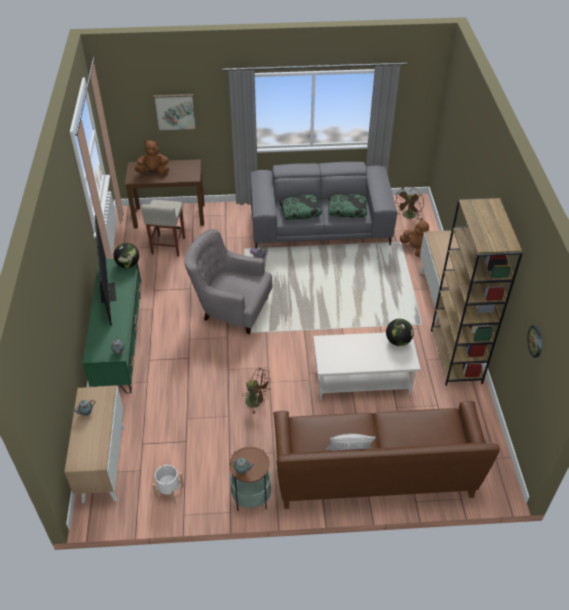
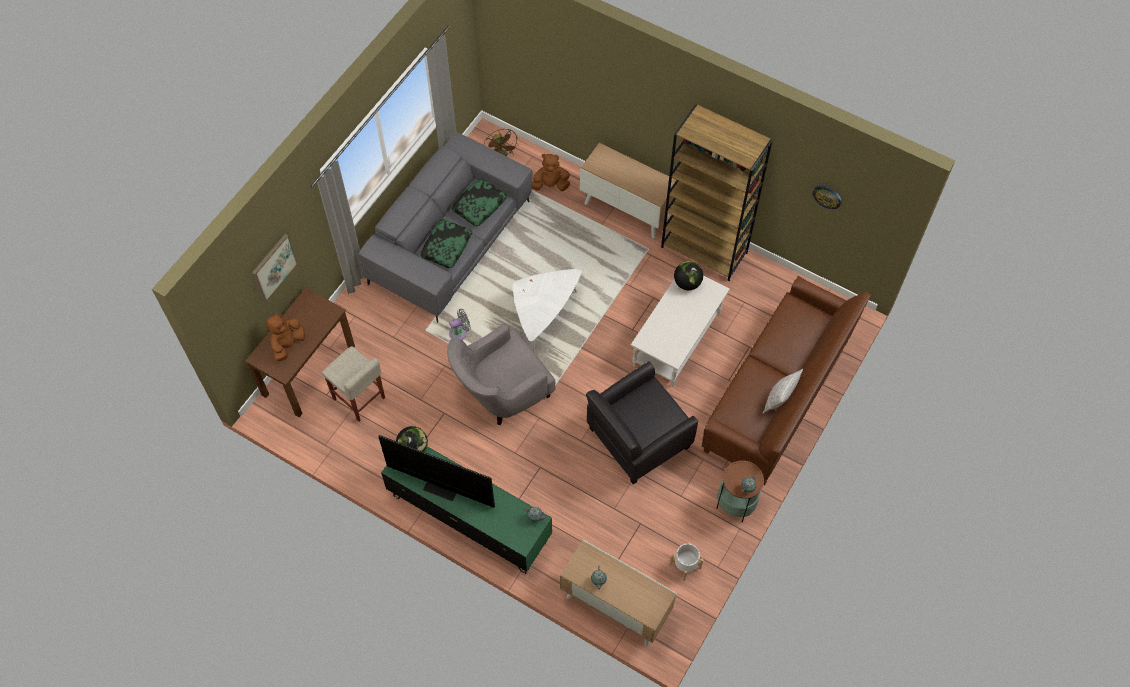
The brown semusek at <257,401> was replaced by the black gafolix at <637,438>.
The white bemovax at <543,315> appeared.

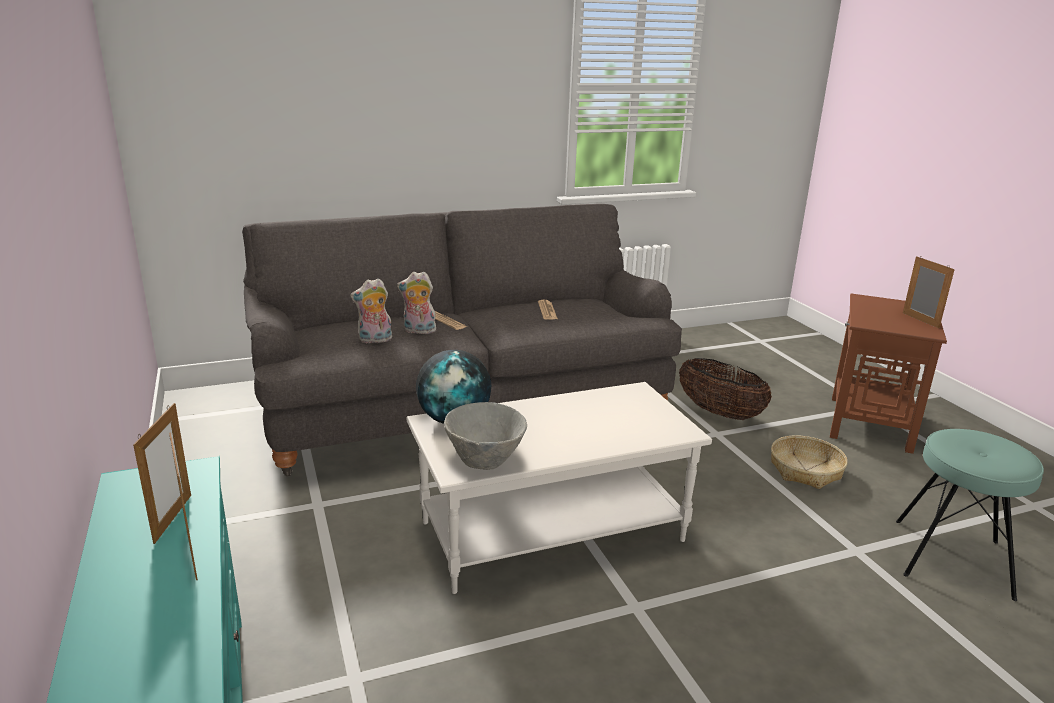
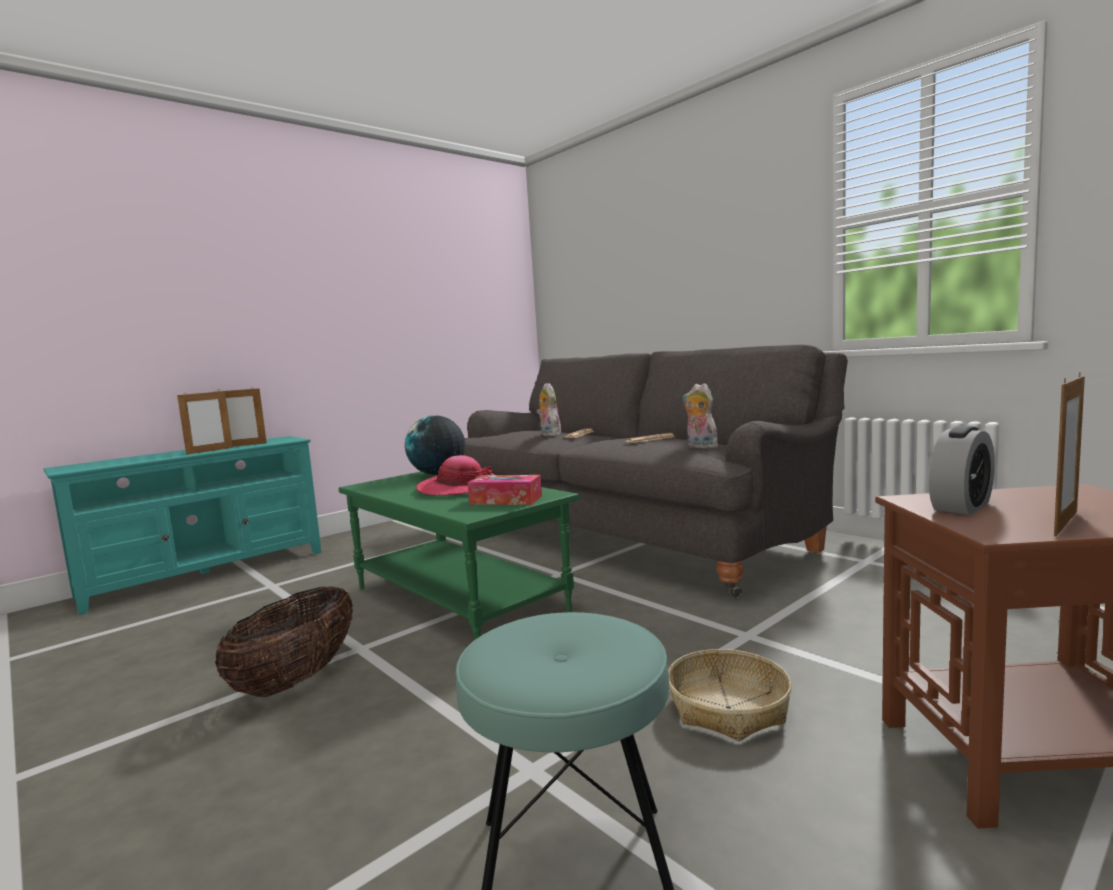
The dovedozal moved from <374,340> to <700,447>.
The white bemovax at <552,530> became the green bemovax at <460,599>.
The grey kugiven at <485,462> disappeared.
The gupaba moved from <719,413> to <297,679>.
The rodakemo at <459,488> appeared.
The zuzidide at <506,500> appeared.
The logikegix at <961,506> appeared.

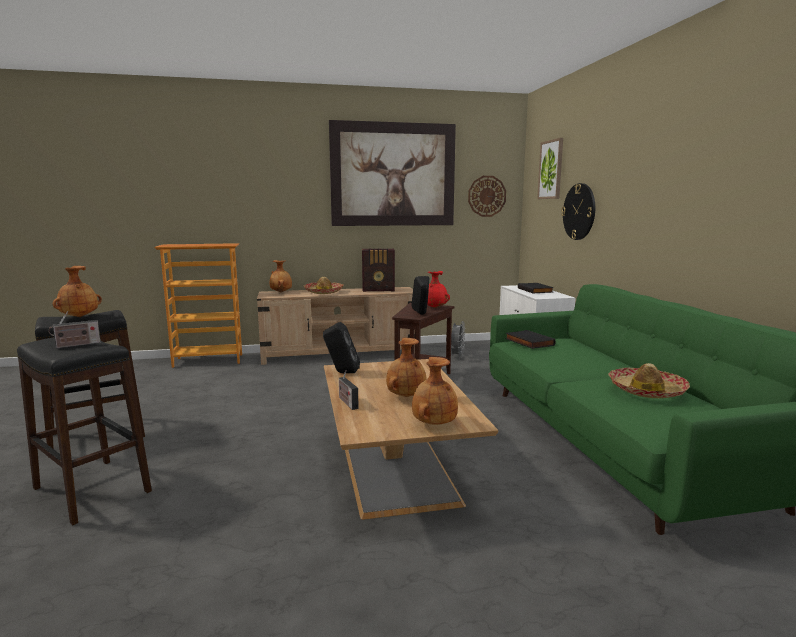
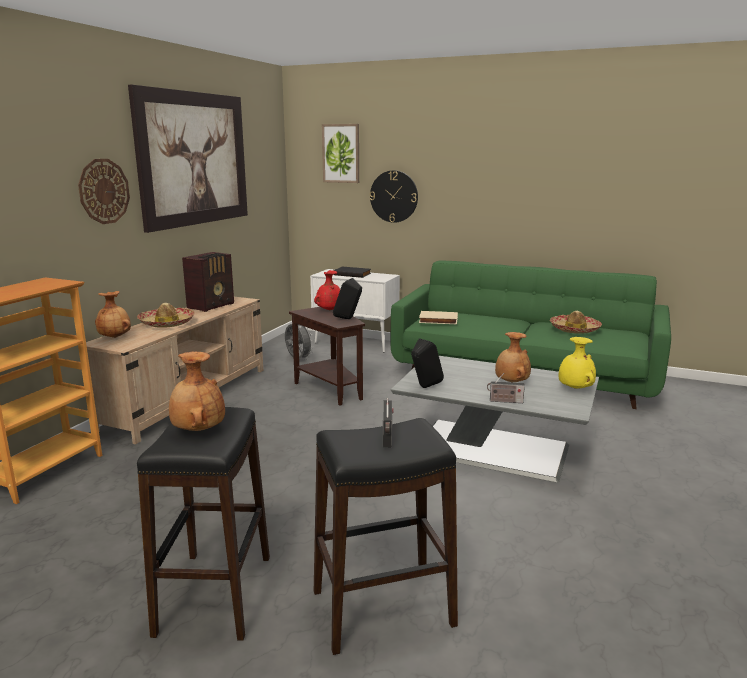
The brown bemovax at <397,469> became the grey bemovax at <494,449>.
The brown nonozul at <433,424> became the yellow nonozul at <575,388>.
The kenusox moved from <486,196> to <104,191>.
The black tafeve at <528,342> became the beige tafeve at <438,320>.

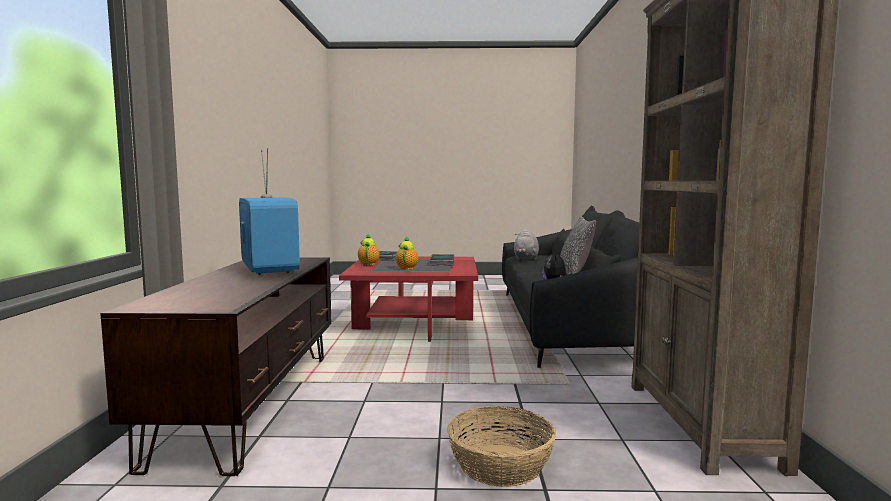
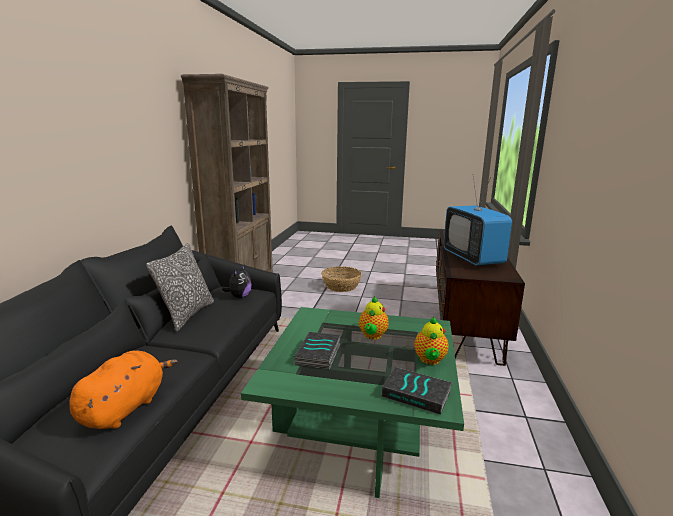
The red bemovax at <414,325> became the green bemovax at <360,426>.
The grey dovedozal at <526,258> became the orange dovedozal at <125,408>.

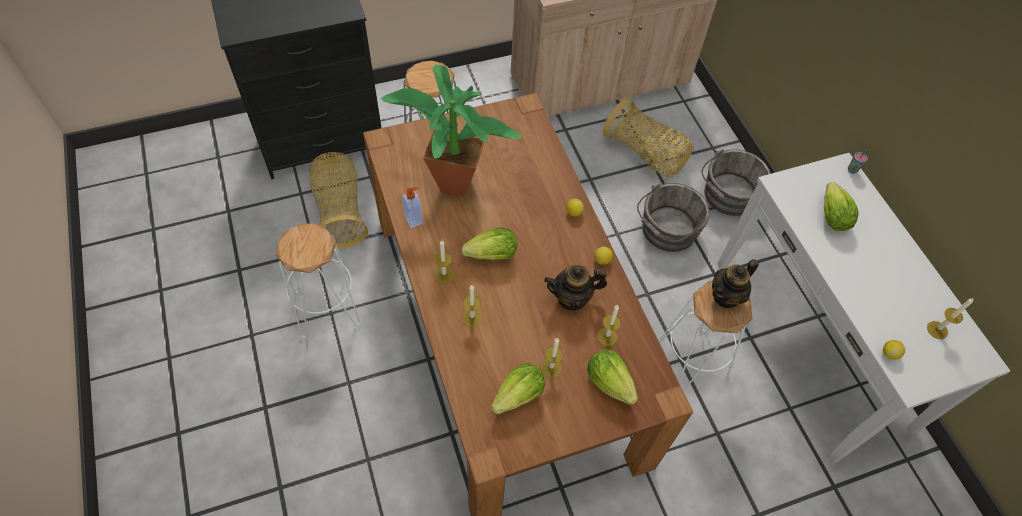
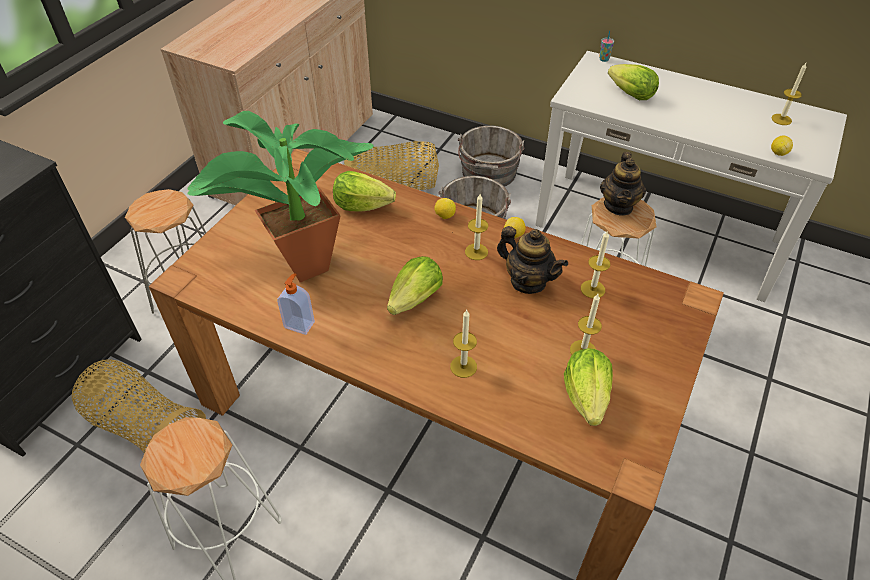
The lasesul moved from <444,275> to <476,252>.
The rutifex at <572,298> turned 90 degrees counterclockwise.
The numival moved from <610,382> to <362,205>.

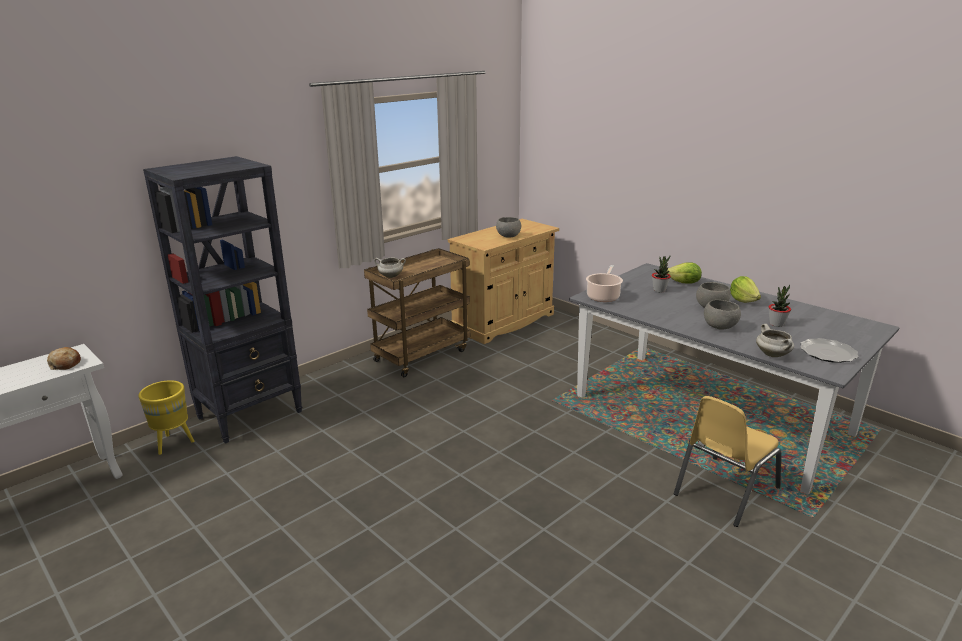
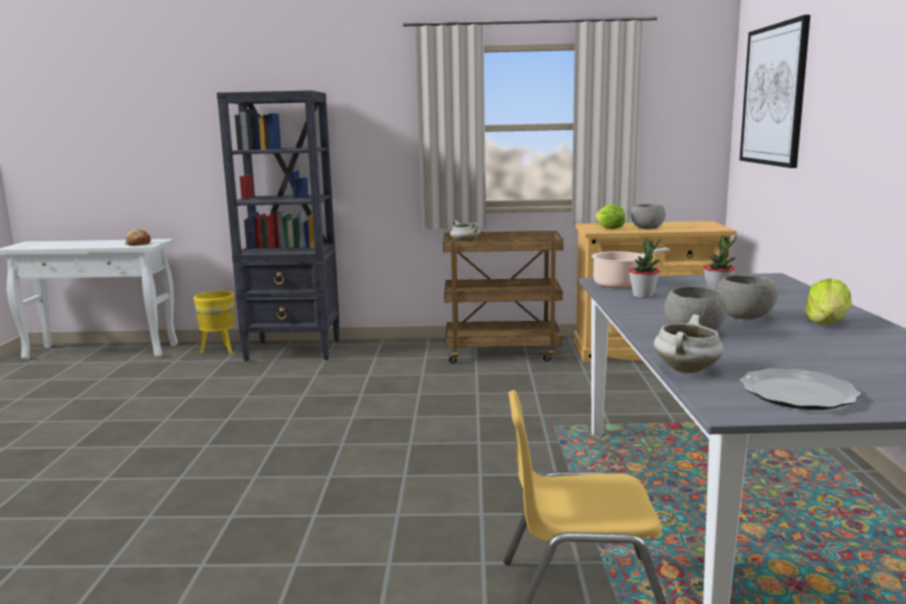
The numival moved from <684,283> to <609,229>.
The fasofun moved from <776,324> to <643,295>.
The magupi at <773,95> appeared.

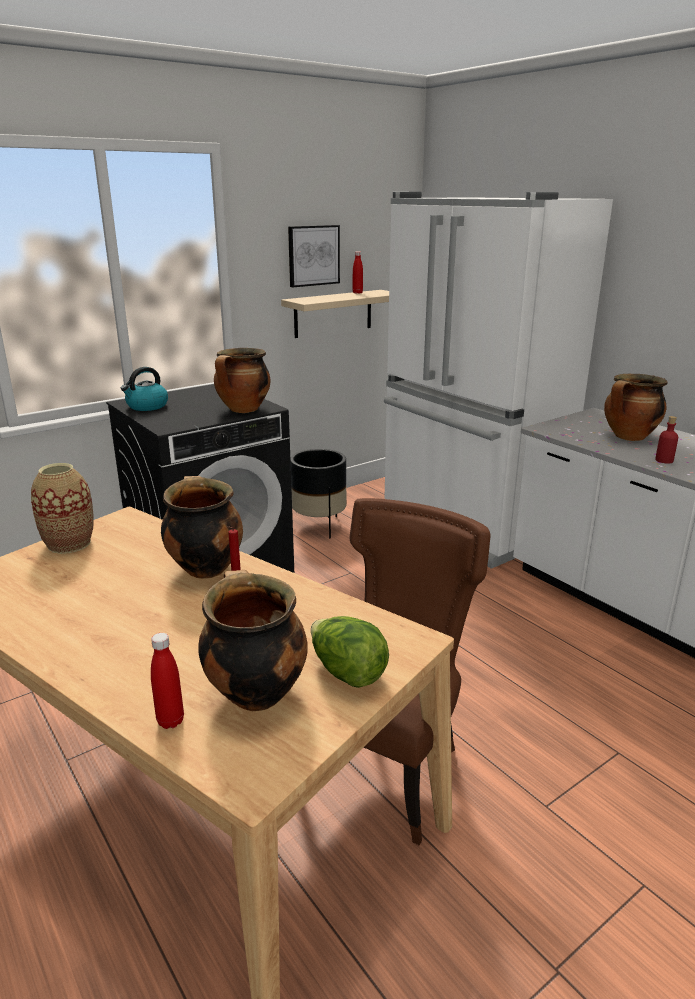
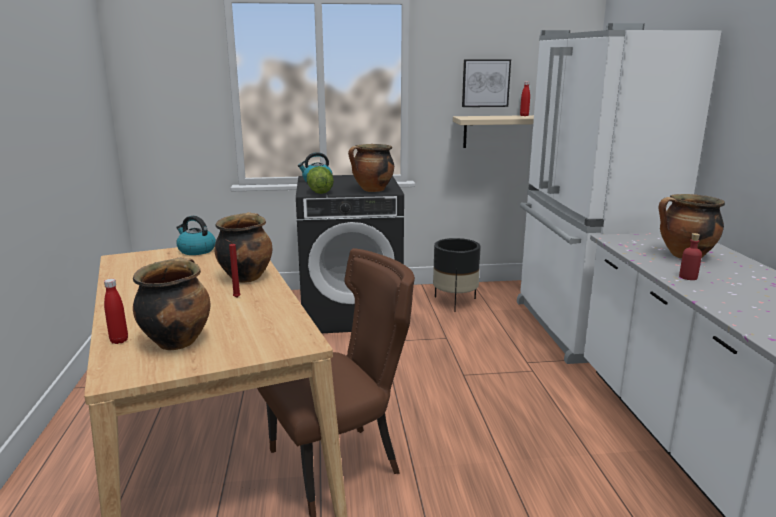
The nonozul at <69,544> was replaced by the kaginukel at <196,250>.
The numival moved from <347,673> to <320,192>.

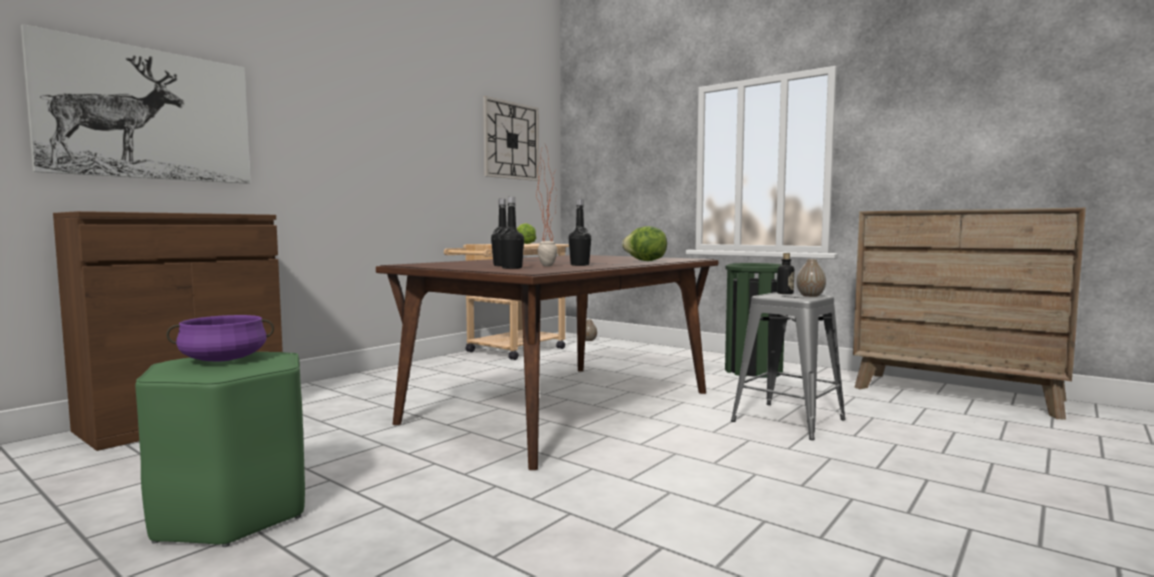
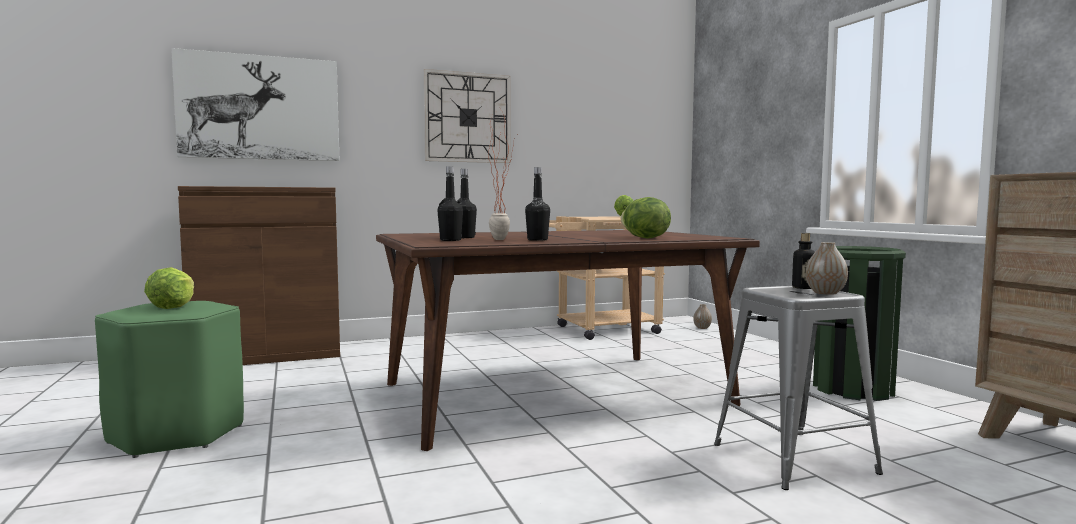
The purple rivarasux at <223,360> was replaced by the numival at <173,306>.
The kenusox moved from <511,140> to <467,117>.

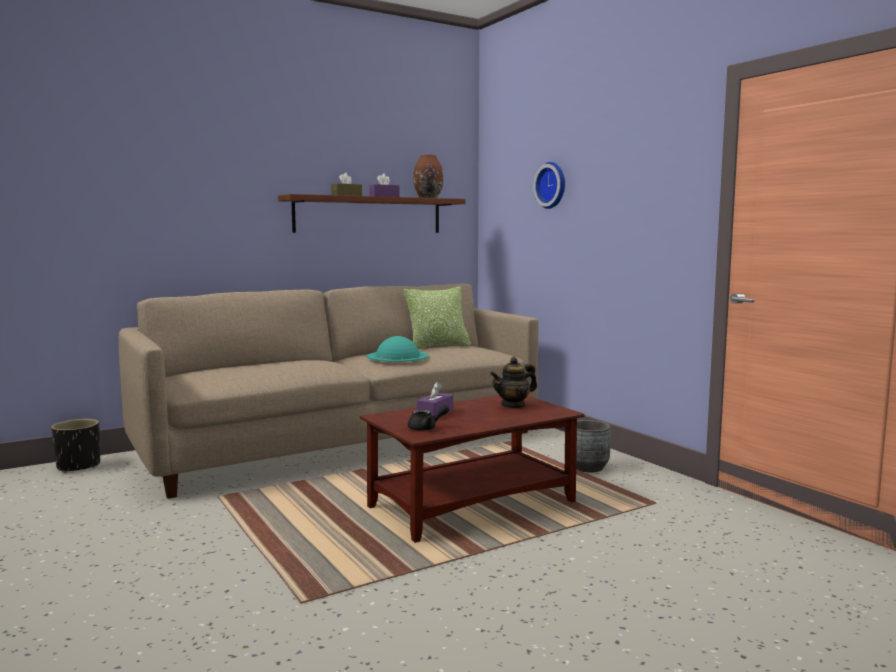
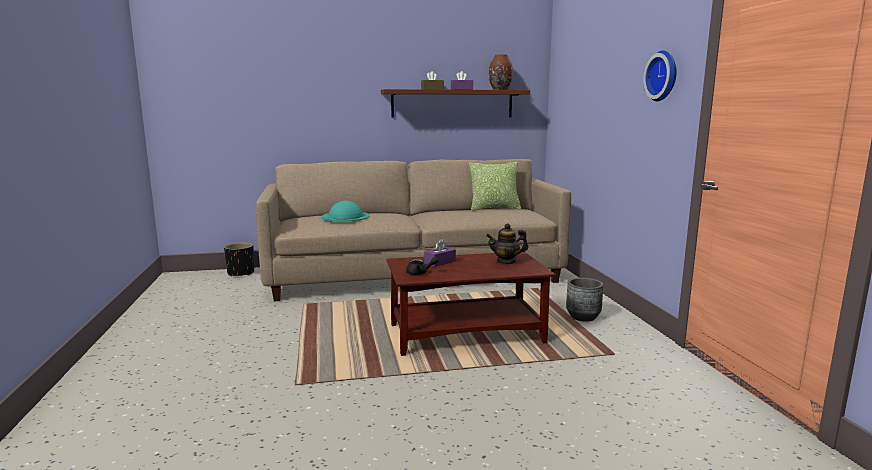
The turquoise rodakemo moved from <397,356> to <345,216>.
The kenusox moved from <552,185> to <663,76>.

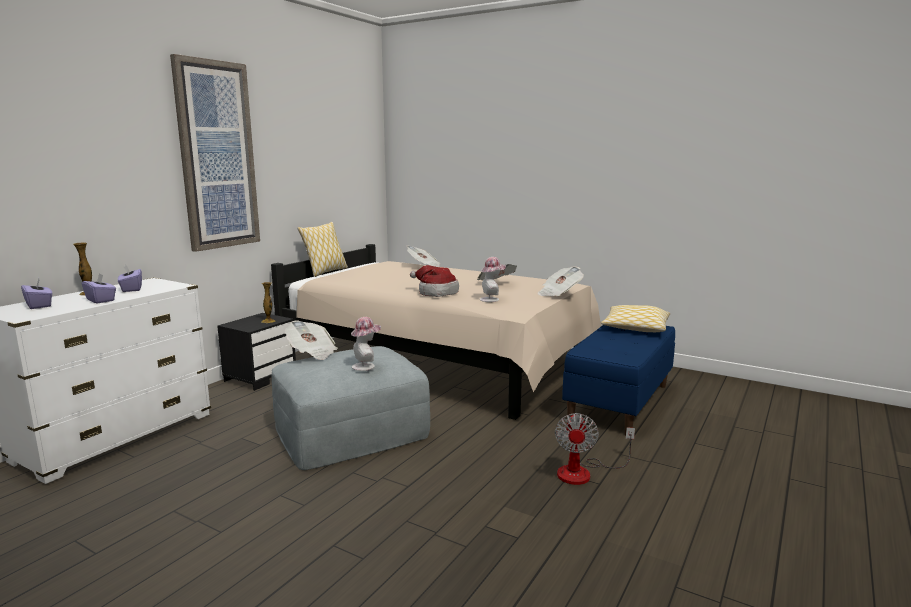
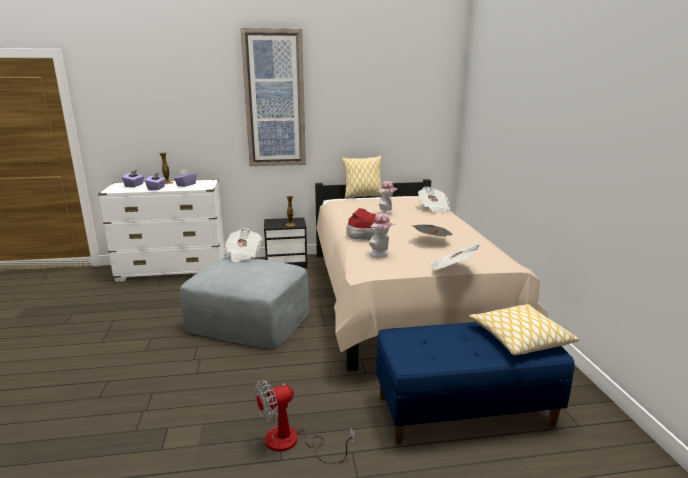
The rodakemo moved from <366,366> to <386,213>.

